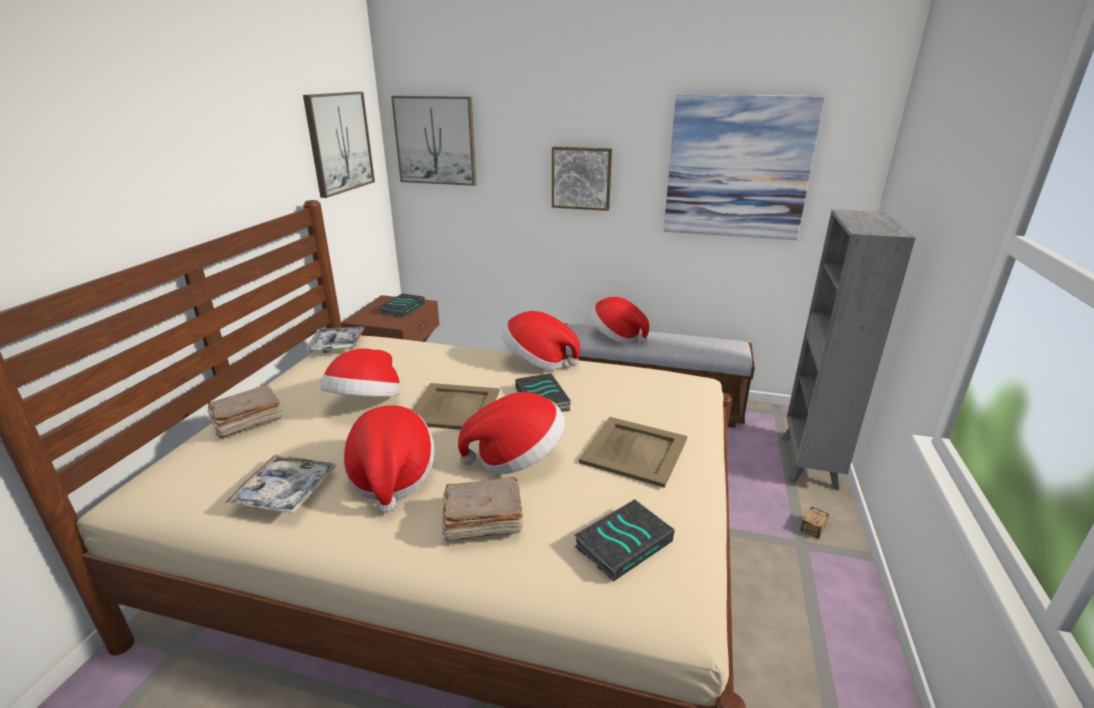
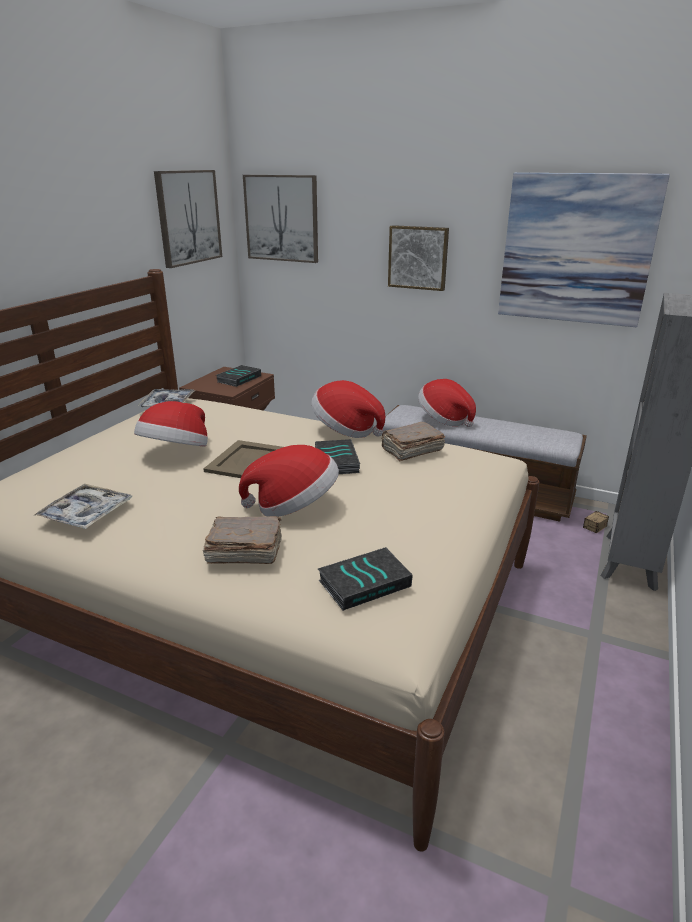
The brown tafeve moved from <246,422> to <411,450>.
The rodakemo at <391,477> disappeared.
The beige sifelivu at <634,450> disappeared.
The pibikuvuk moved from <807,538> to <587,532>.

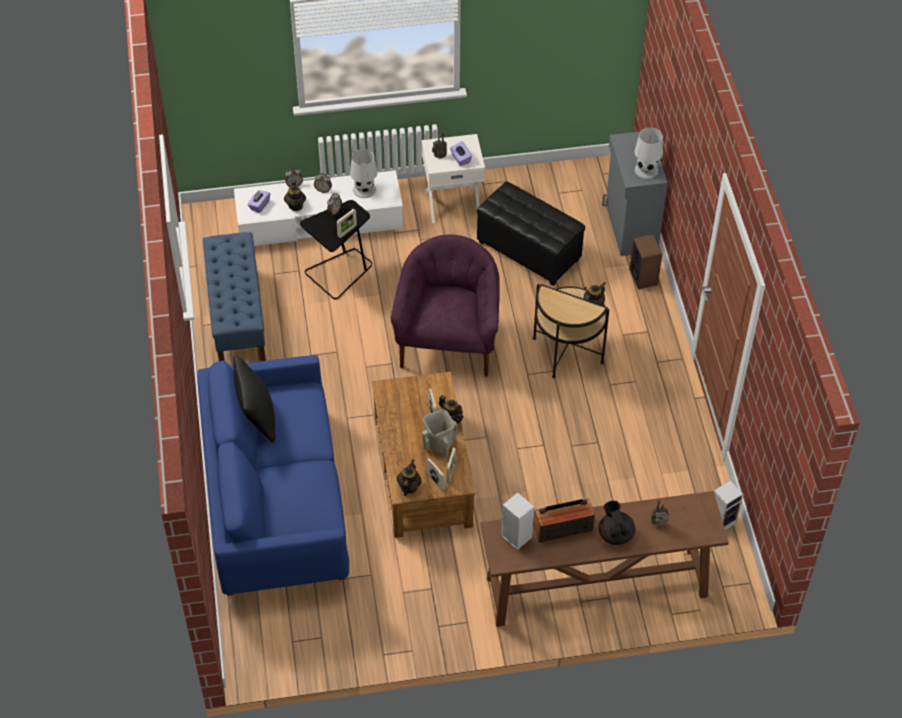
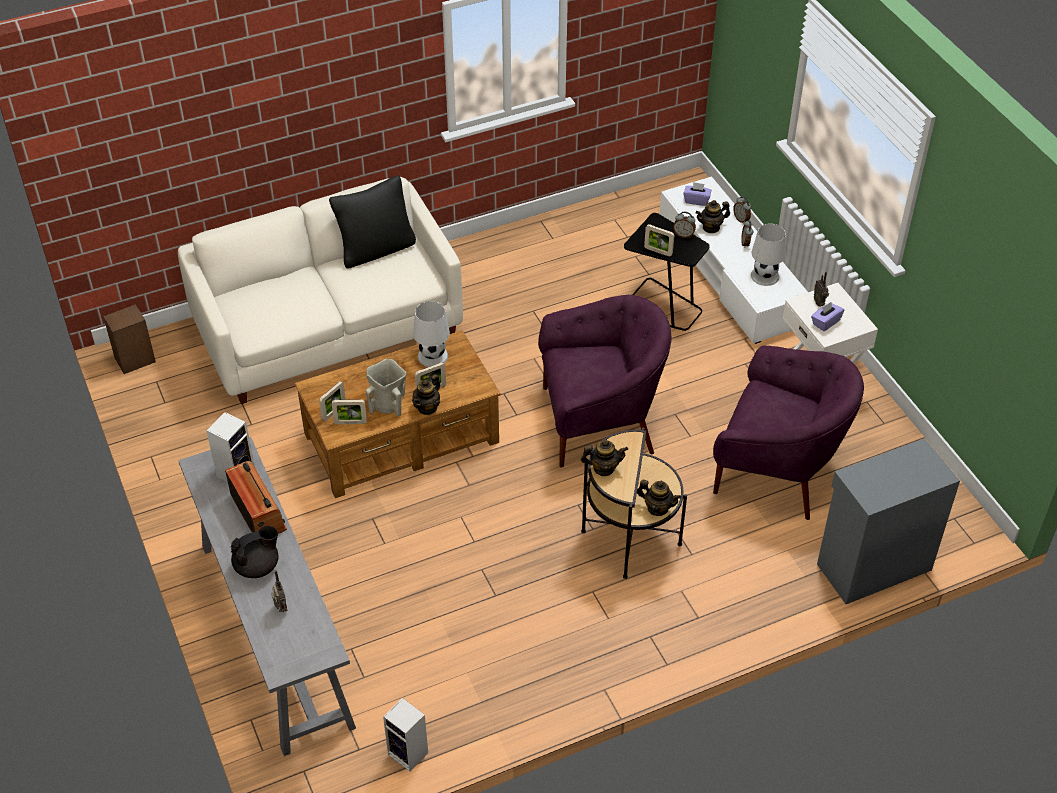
The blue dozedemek at <275,501> became the white dozedemek at <328,328>.
The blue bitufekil at <237,317> disappeared.
The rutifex moved from <409,487> to <603,468>.
The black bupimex at <529,251> was replaced by the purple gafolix at <777,468>.
The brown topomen at <595,587> became the grey topomen at <275,632>.
The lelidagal moved from <643,277> to <135,360>.
The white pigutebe moved from <646,170> to <432,356>.

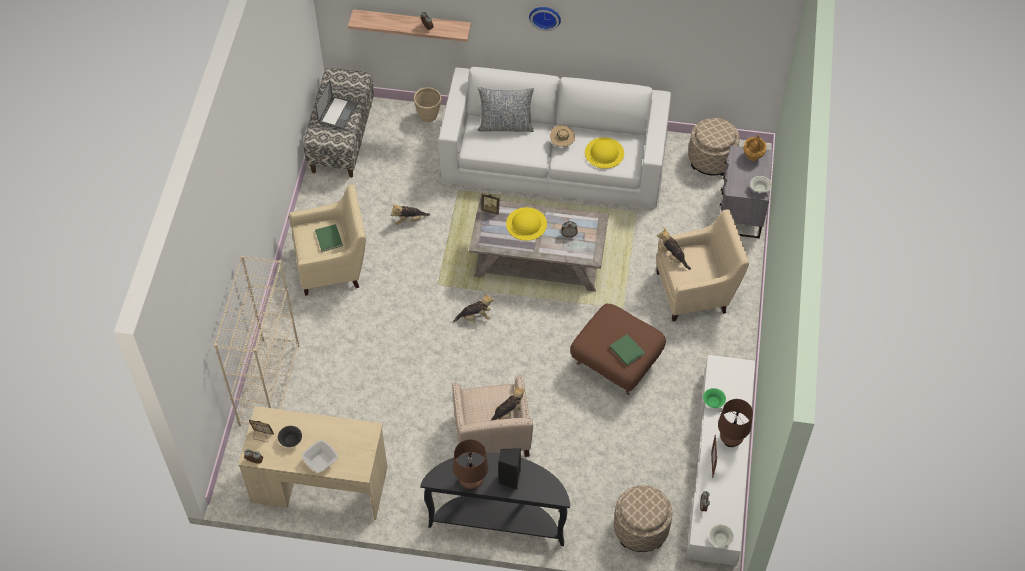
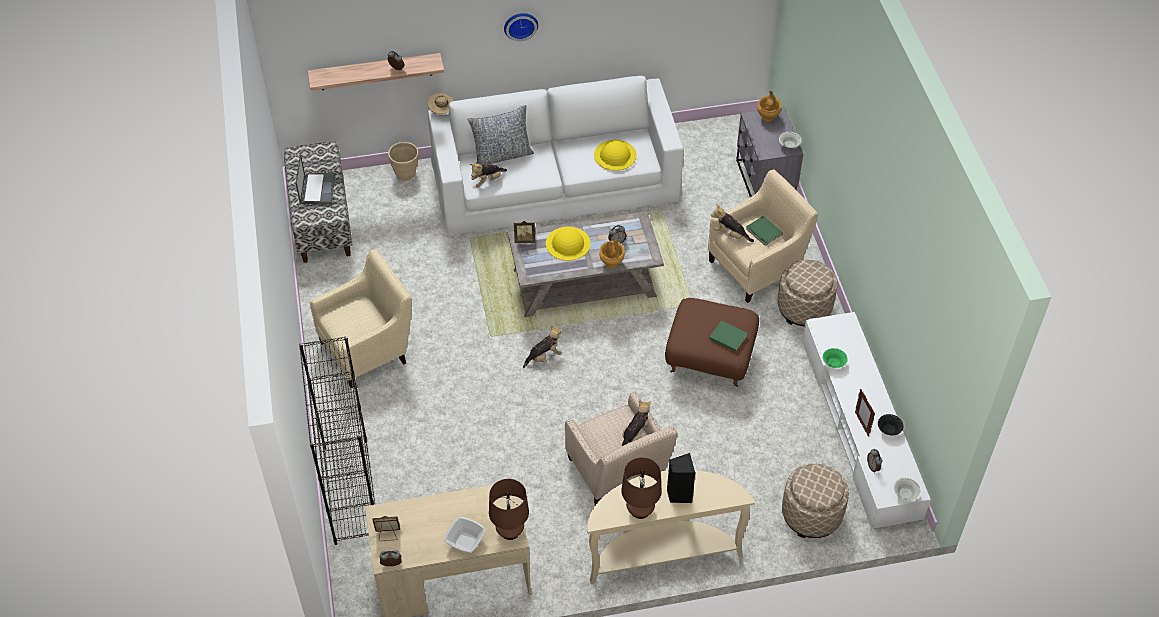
The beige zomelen at <269,384> became the black zomelen at <350,491>.
The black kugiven moved from <290,440> to <888,430>.
The green tafeve moved from <329,239> to <764,232>.
The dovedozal moved from <409,220> to <488,180>.
The black topomen at <498,519> became the beige topomen at <661,552>.
The beige rodakemo moved from <562,142> to <441,111>.
The beige bupimex moved from <711,159> to <804,308>.
The brown pigutebe moved from <730,440> to <510,531>.
The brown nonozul at <611,263> appeared.

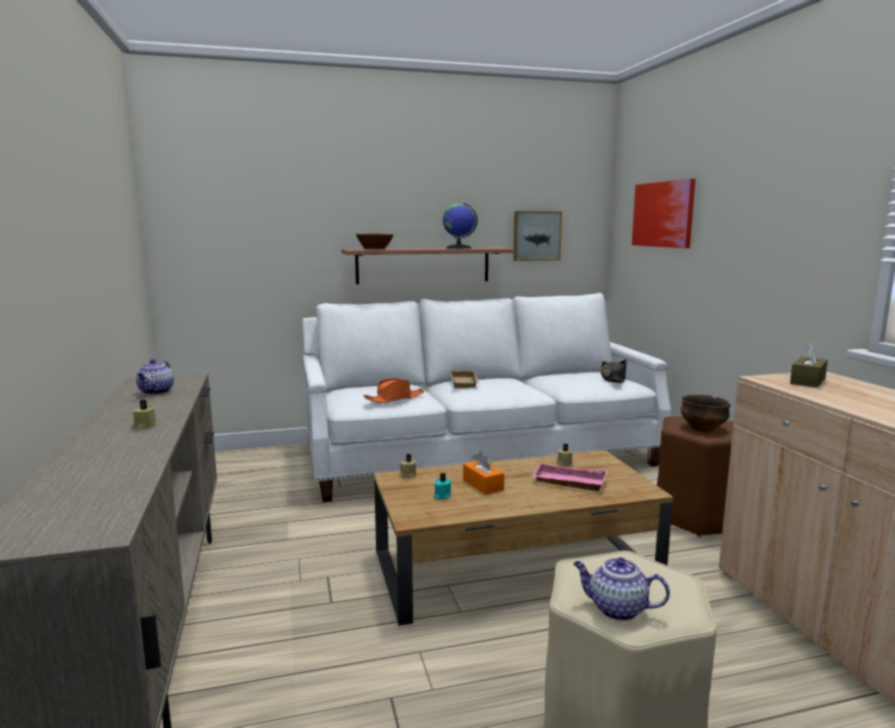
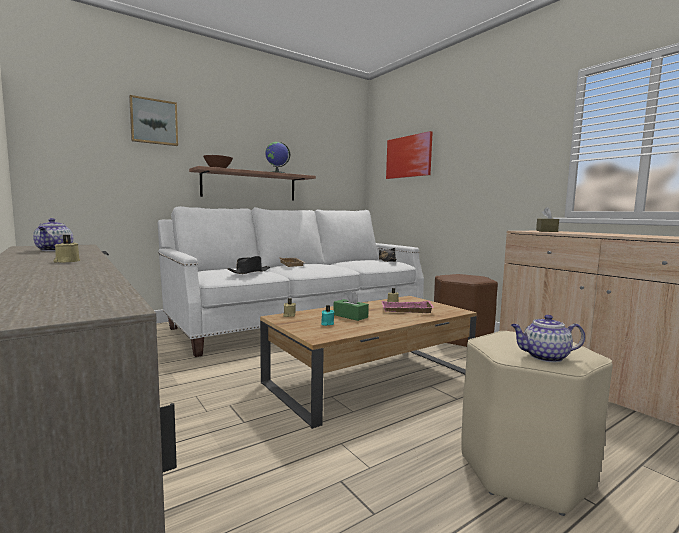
The orange rodakemo at <394,398> became the black rodakemo at <249,272>.
The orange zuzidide at <483,485> became the green zuzidide at <350,316>.
The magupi moved from <536,236> to <154,122>.
The kugiven at <702,428> disappeared.

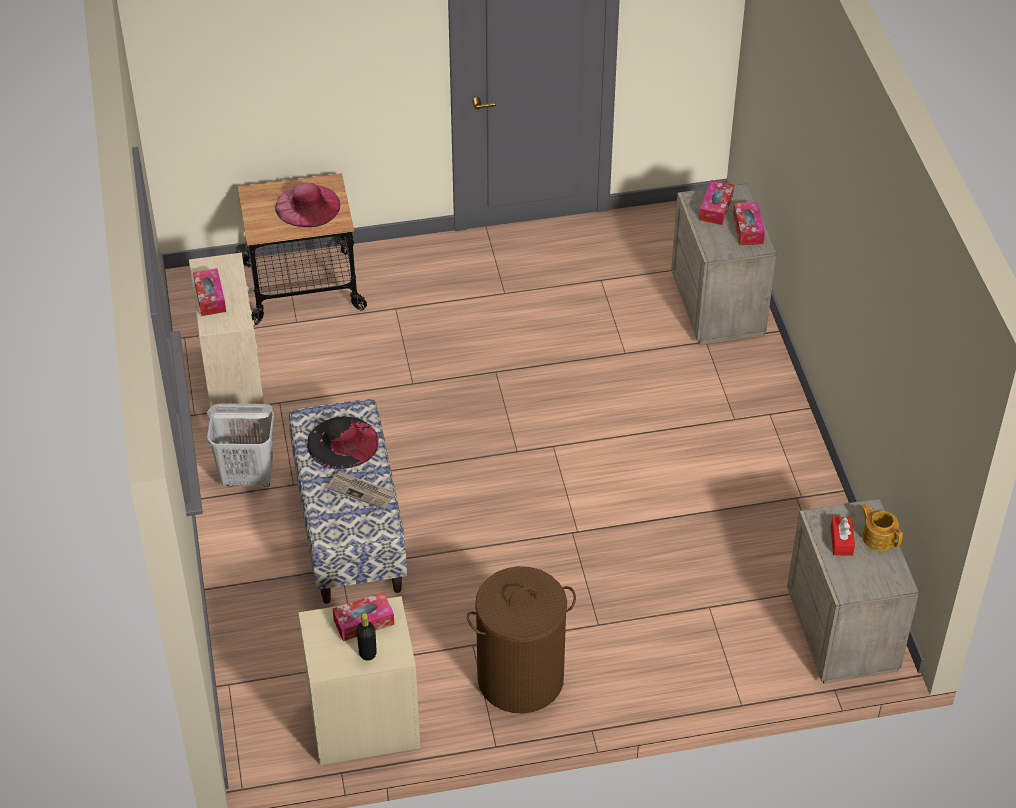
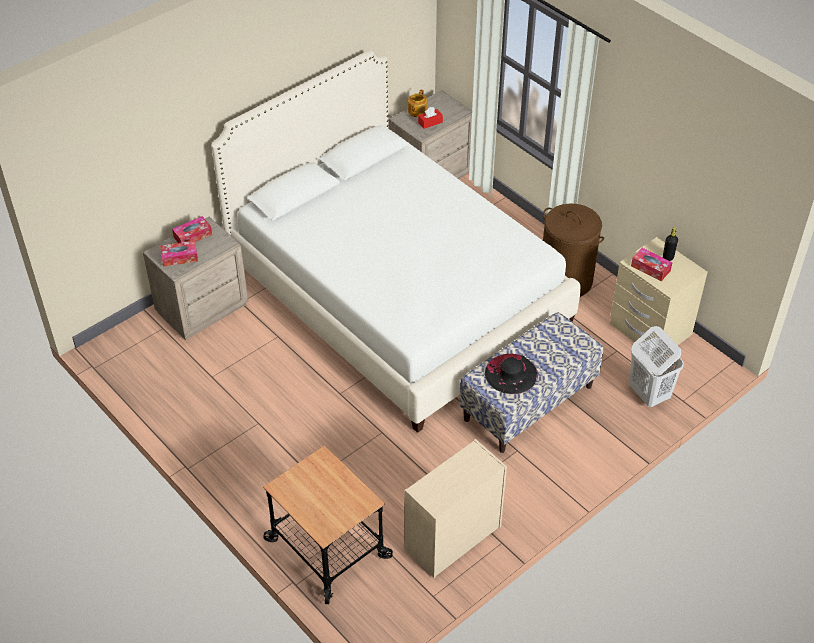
The zuzidide at <210,297> disappeared.
The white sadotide moved from <248,476> to <648,394>.
The pink rodakemo at <307,205> disappeared.
The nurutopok at <362,491> disappeared.
The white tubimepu at <397,294> appeared.

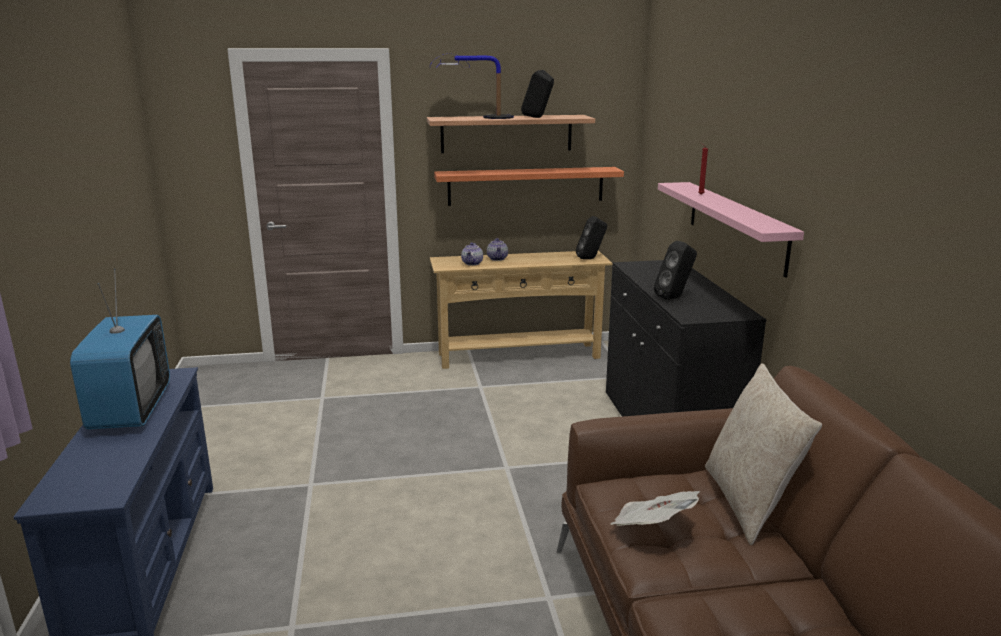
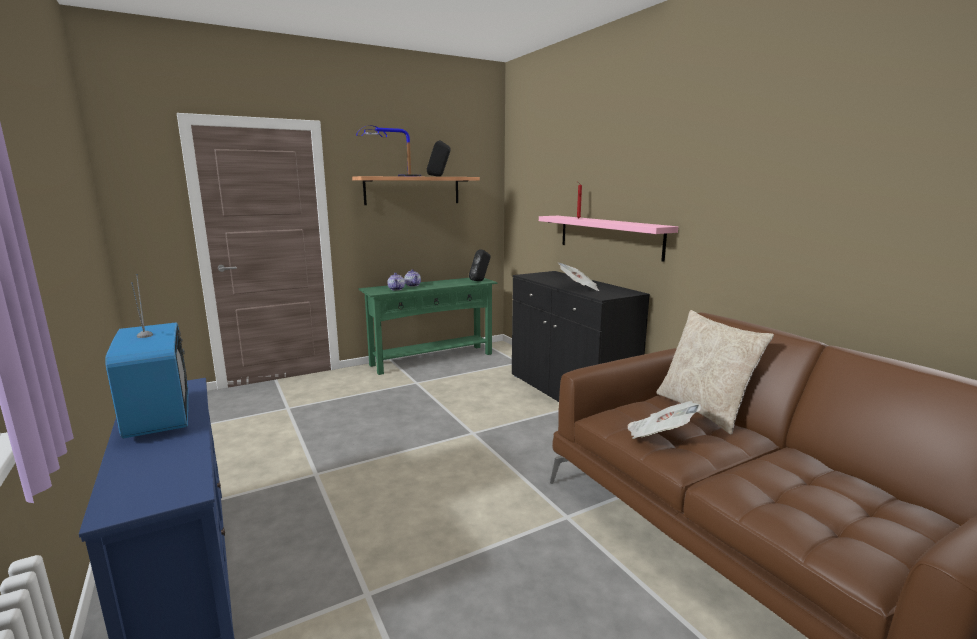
The beige topomen at <518,355> became the green topomen at <432,359>.
The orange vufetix at <526,186> disappeared.
The black lelidagal at <674,298> was replaced by the nurutopok at <578,288>.

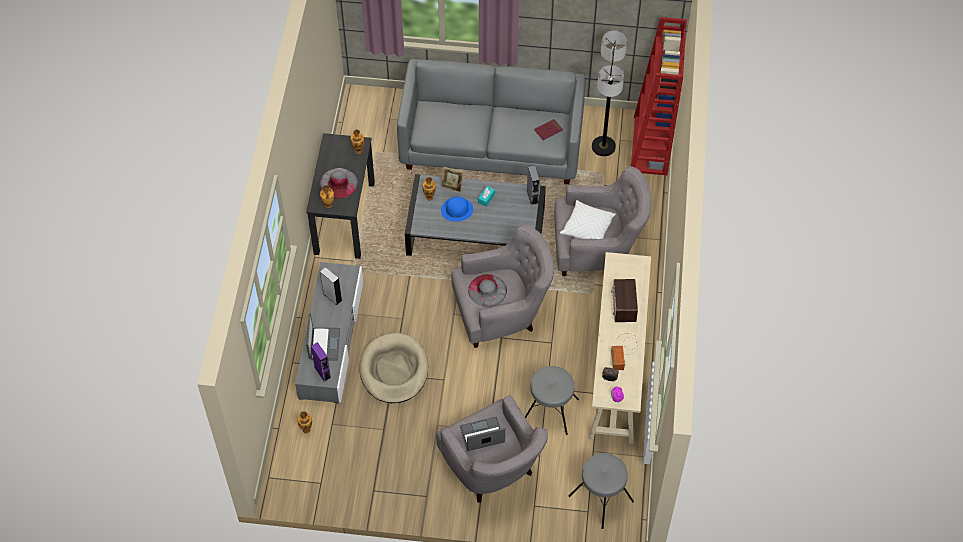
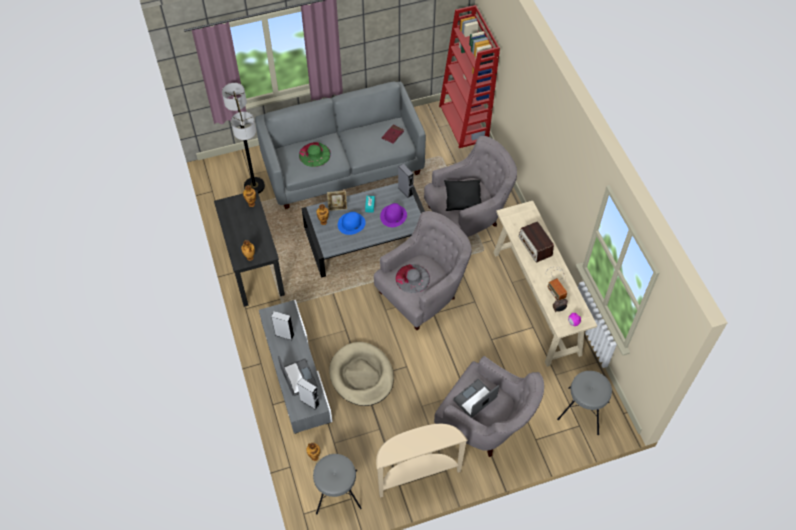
The purple lelidagal at <322,372> became the grey lelidagal at <310,402>.
The grey rodakemo at <338,183> disappeared.
The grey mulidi moved from <550,411> to <337,492>.
The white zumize at <587,228> became the black zumize at <462,199>.
The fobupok moved from <603,146> to <254,186>.
The green rodakemo at <314,154> appeared.
The beige topomen at <417,474> appeared.
The purple rodakemo at <393,216> appeared.

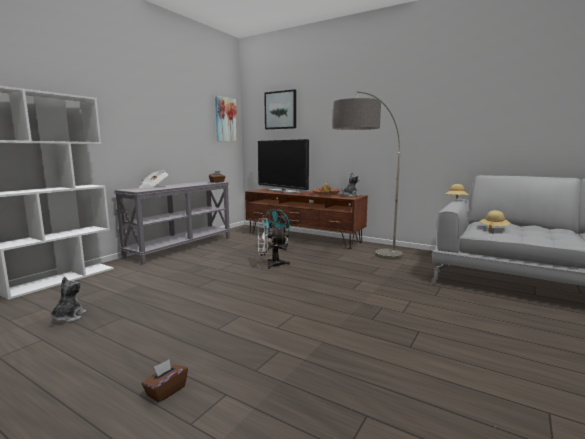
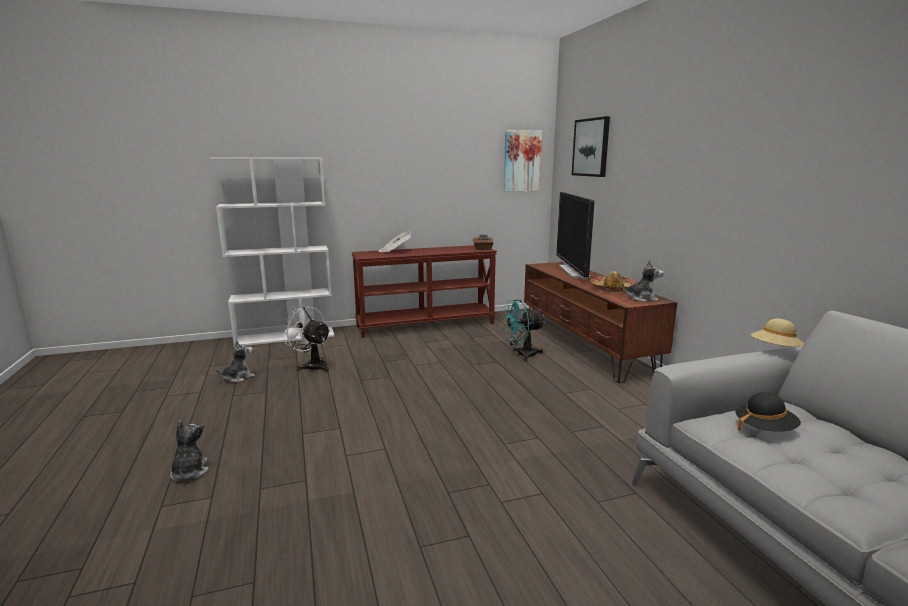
The grey topomen at <181,247> became the brown topomen at <425,324>.
The brown zuzidide at <166,391> was replaced by the dovedozal at <189,472>.
The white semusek moved from <271,264> to <312,365>.
The fobupok at <364,260> disappeared.
The beige rodakemo at <494,229> became the black rodakemo at <764,429>.

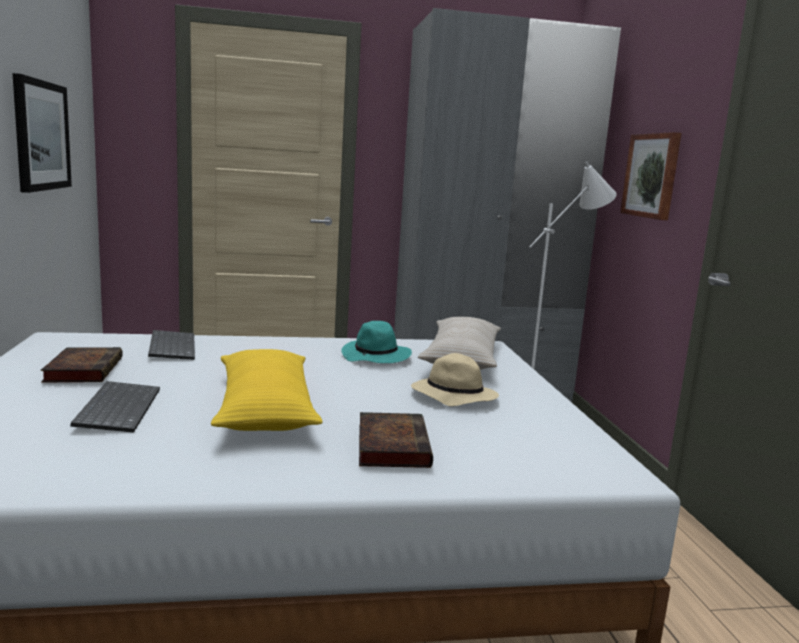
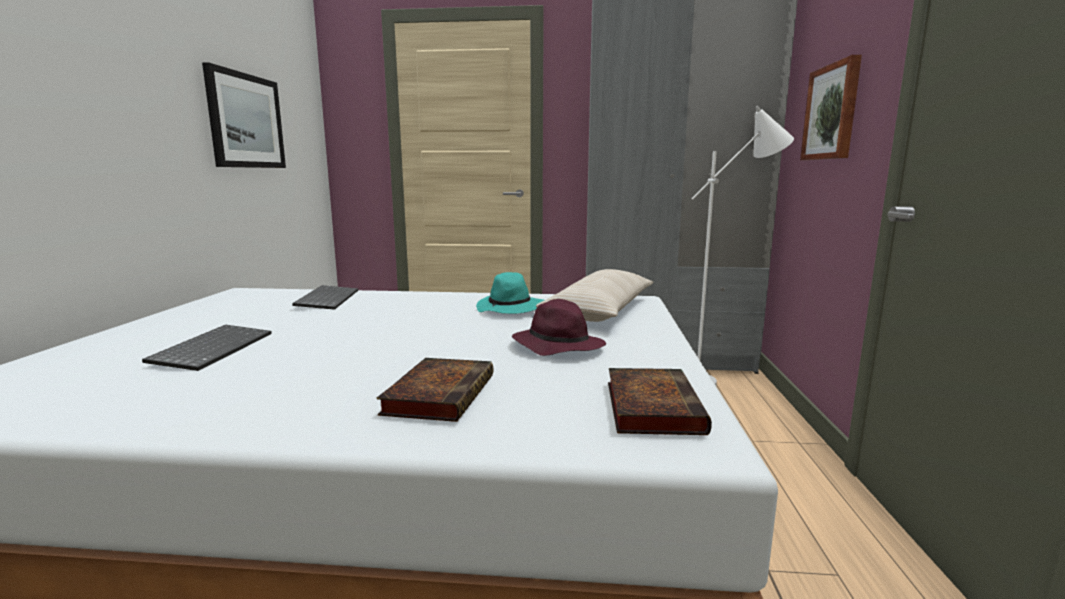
The tafeve moved from <83,369> to <650,406>.
The yellow zumize at <264,408> disappeared.
The beige rodakemo at <452,396> became the purple rodakemo at <557,346>.

